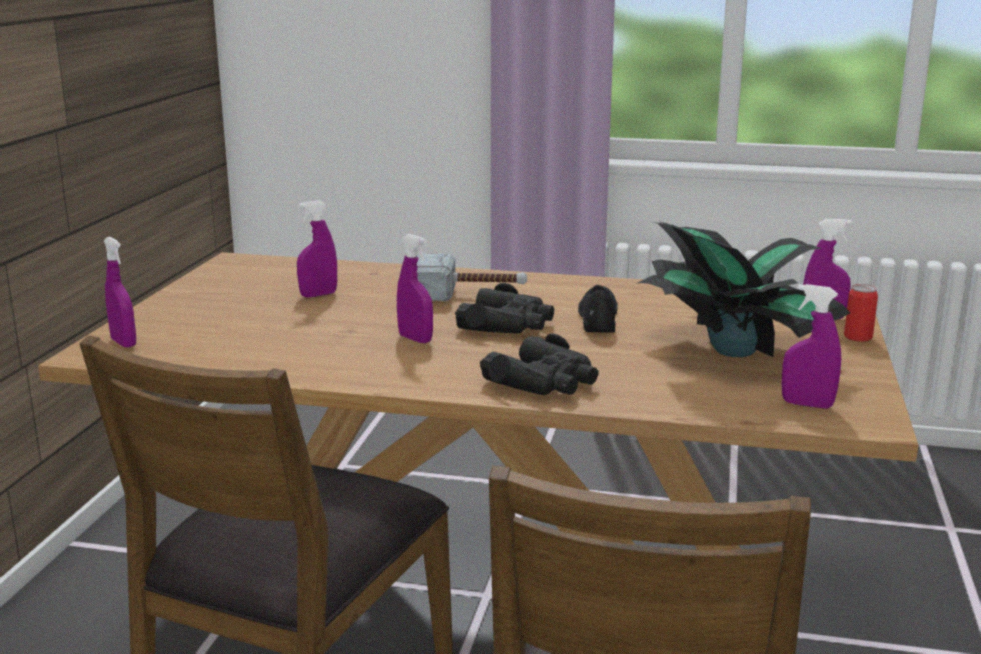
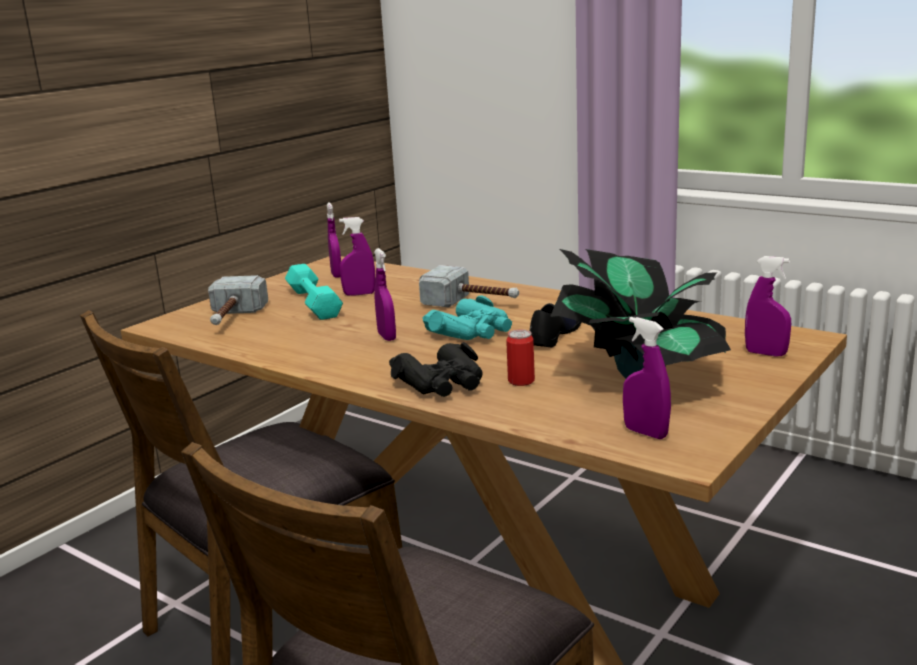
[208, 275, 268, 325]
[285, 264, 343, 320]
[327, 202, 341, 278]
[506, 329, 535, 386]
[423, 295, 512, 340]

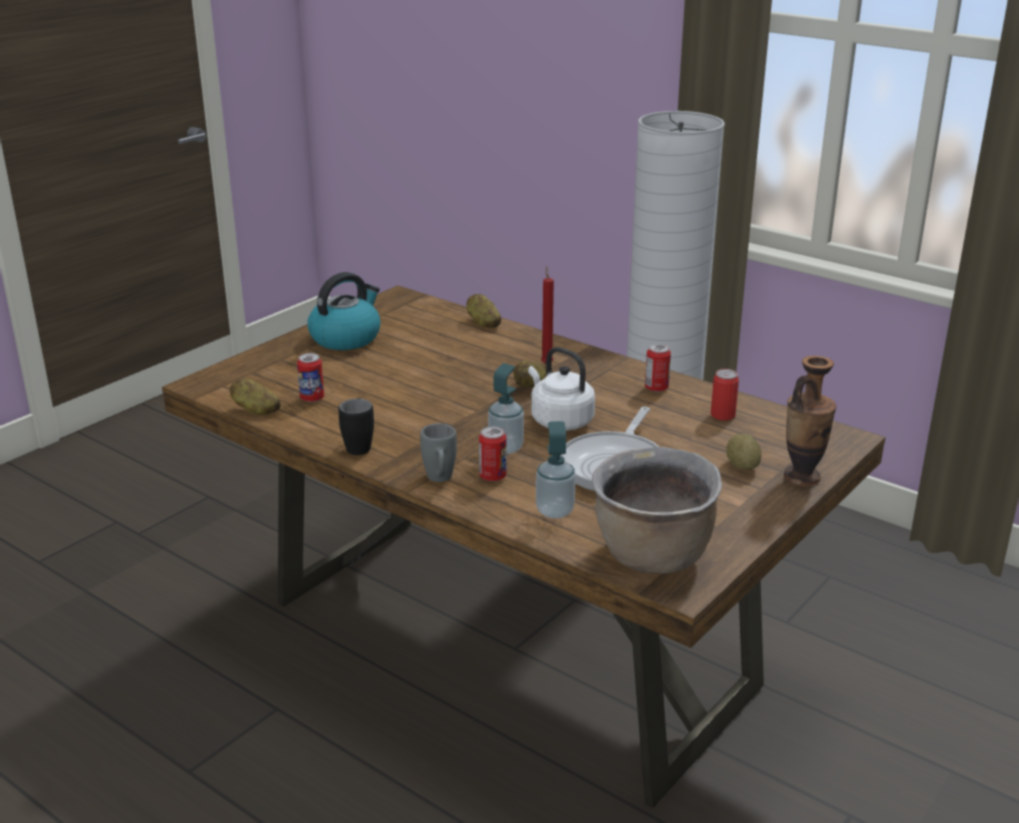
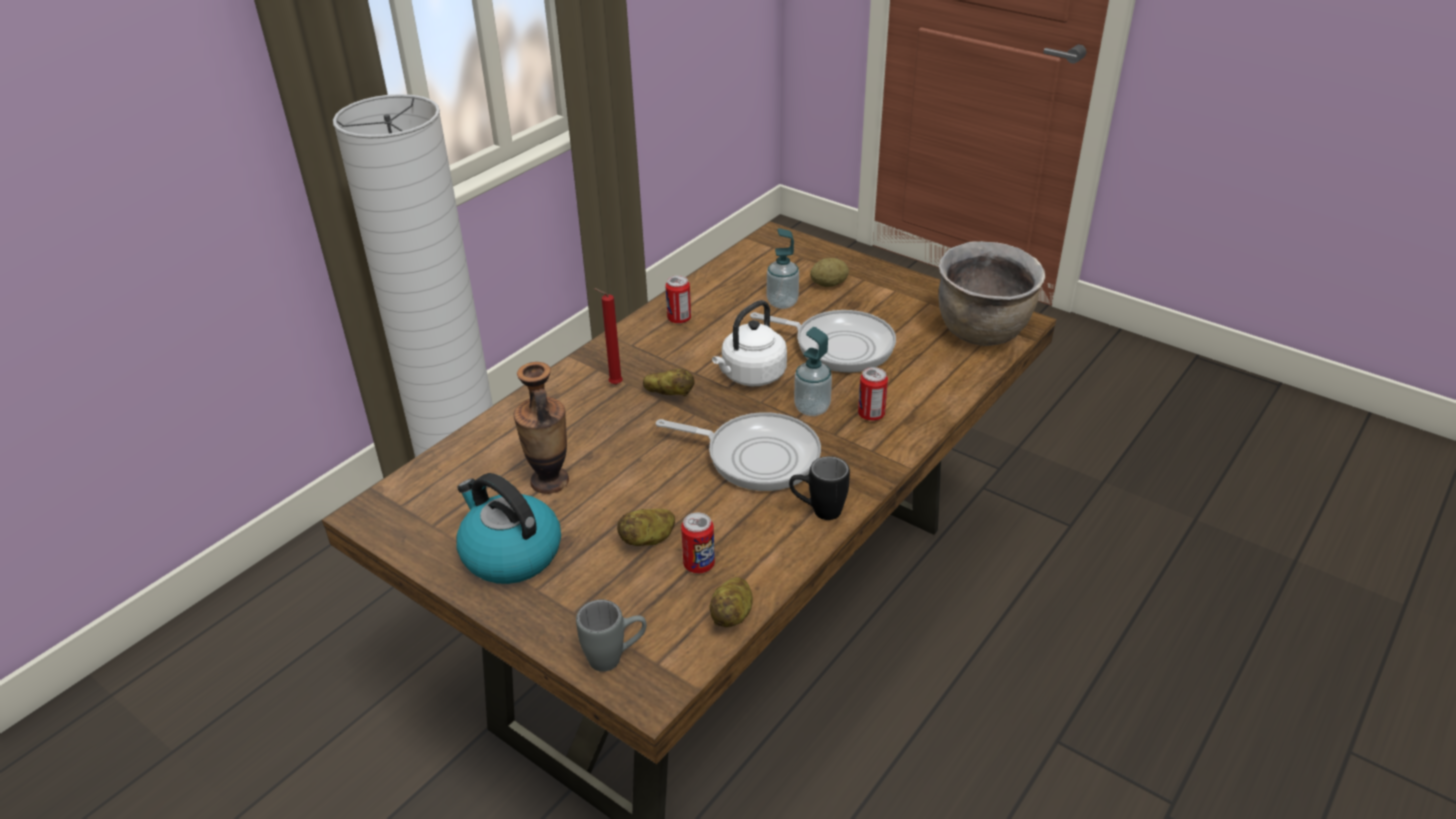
[711, 369, 739, 421] (first image)
[656, 412, 821, 491]
[576, 600, 647, 672]
[617, 509, 675, 546]
[767, 228, 799, 309]
[513, 362, 569, 494]

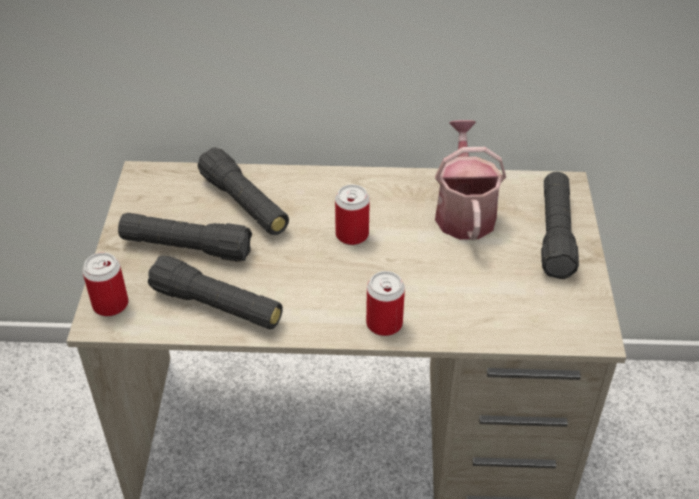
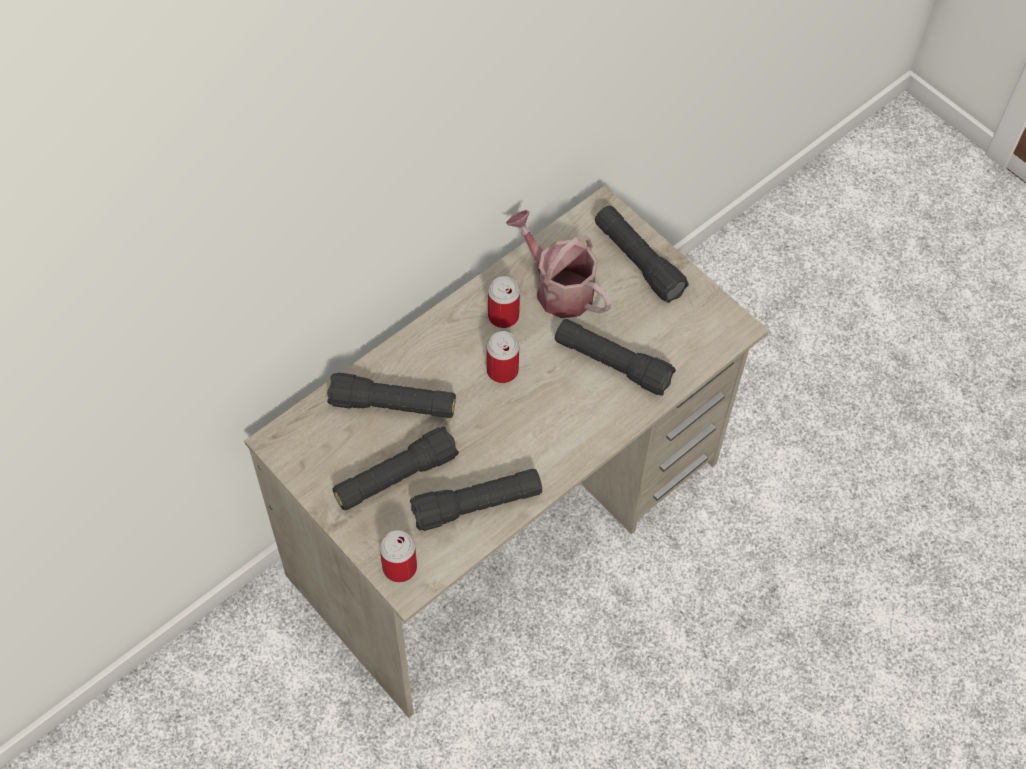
[555, 319, 676, 396]
[488, 276, 520, 328]

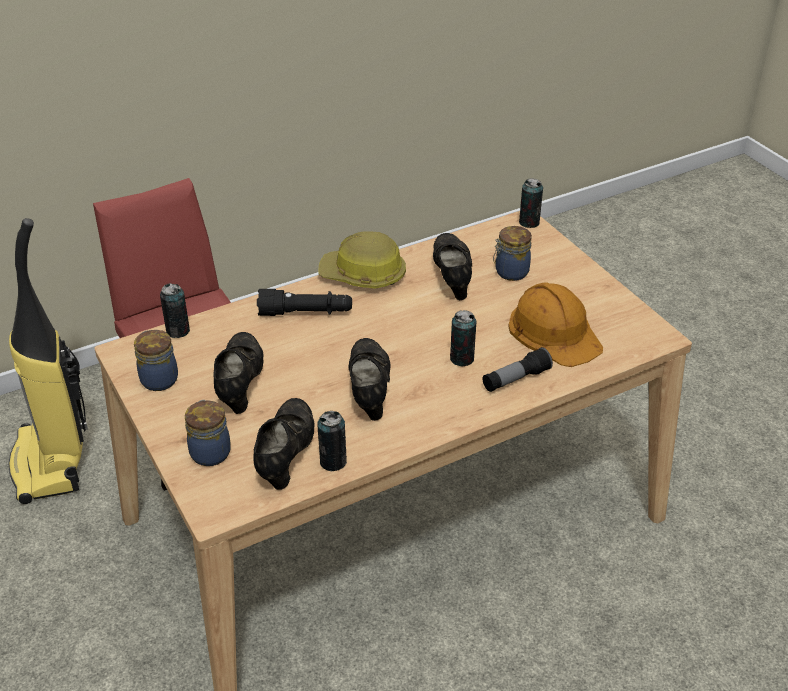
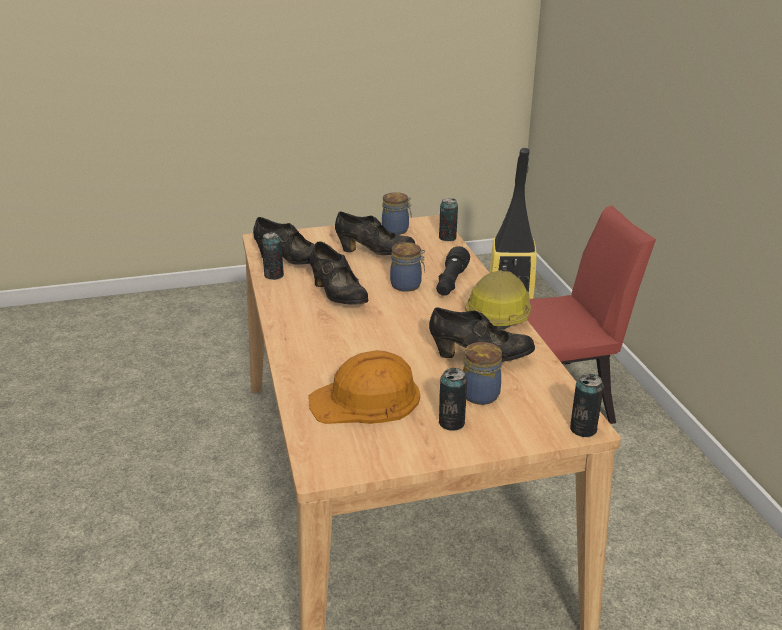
[483, 347, 553, 392] (first image)
[390, 242, 425, 292]
[439, 368, 467, 431]
[310, 241, 368, 305]

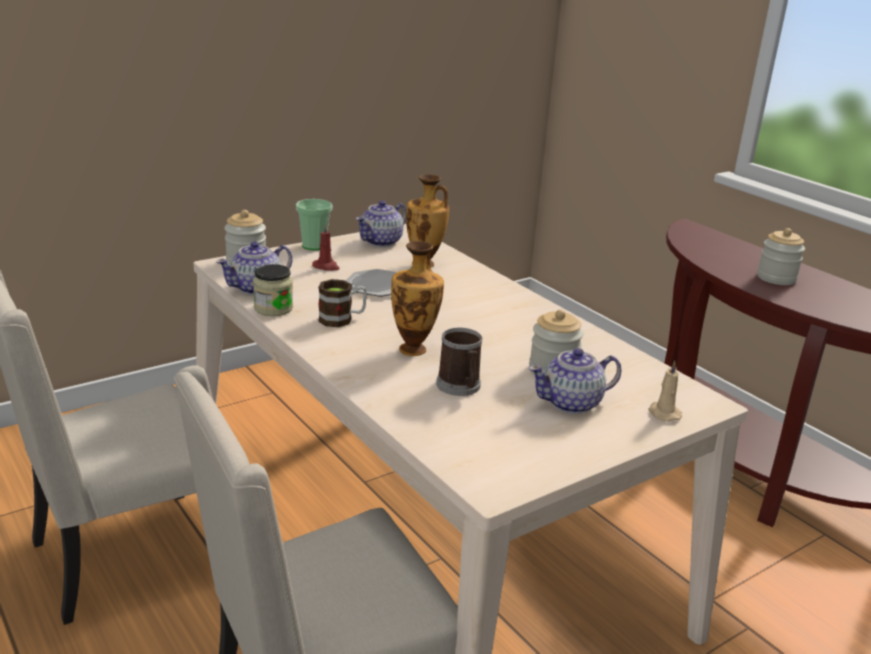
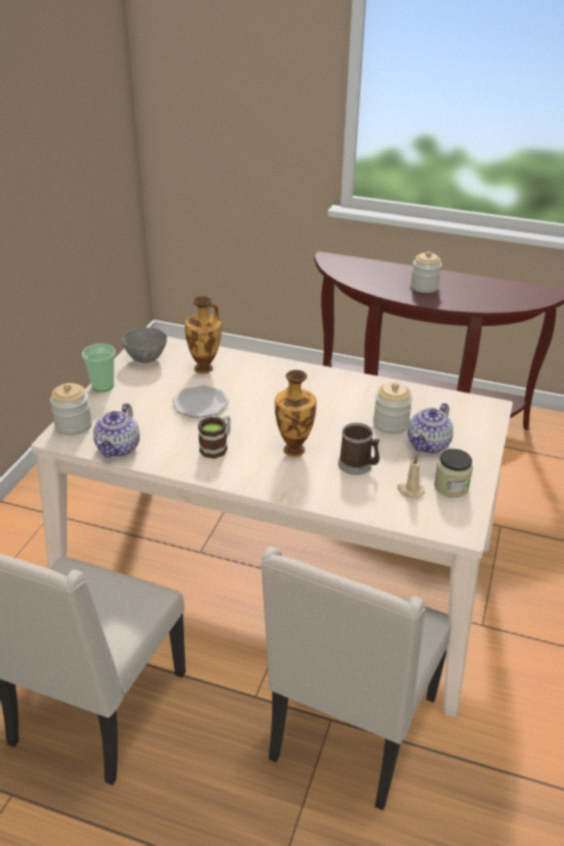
[312, 223, 340, 271] (first image)
[434, 449, 473, 498]
[397, 455, 425, 499]
[122, 327, 167, 363]

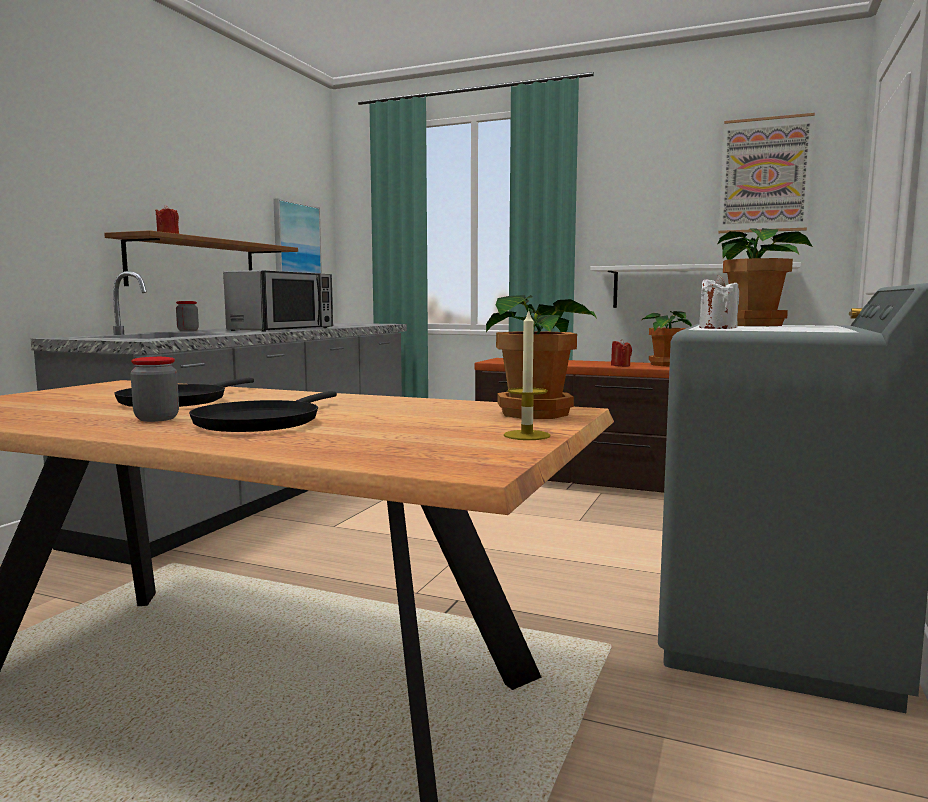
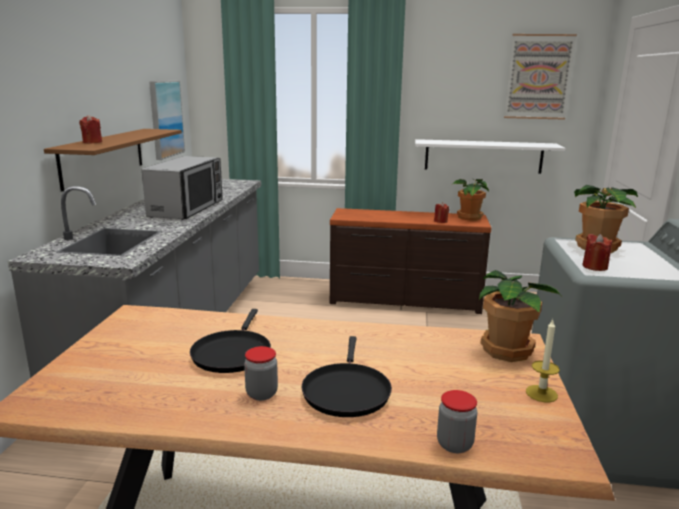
[437, 390, 477, 453]
[582, 234, 613, 271]

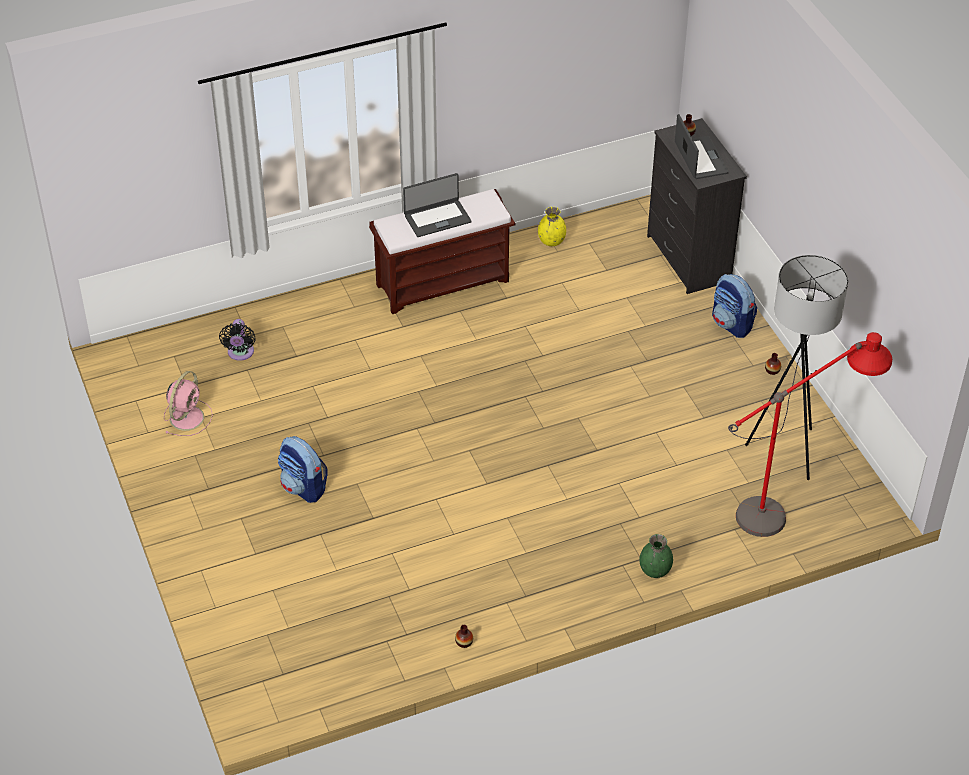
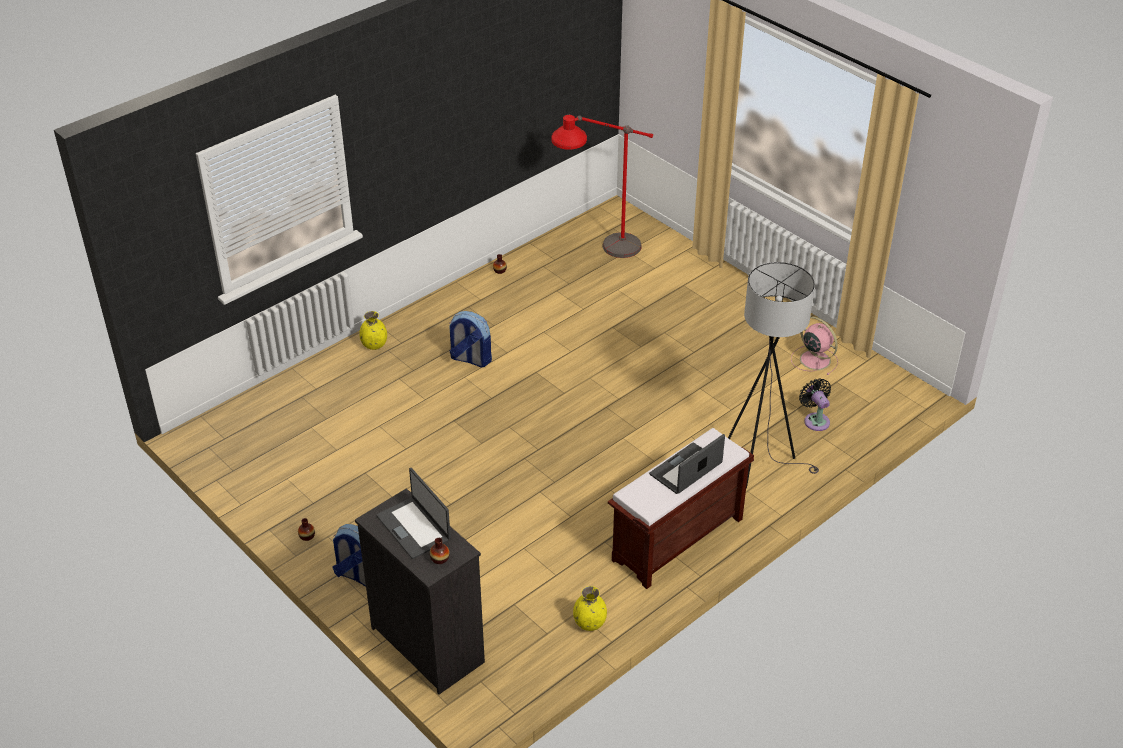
[449, 311, 492, 368]
[728, 262, 819, 488]
[551, 115, 653, 258]
[359, 311, 387, 350]
[791, 317, 838, 375]

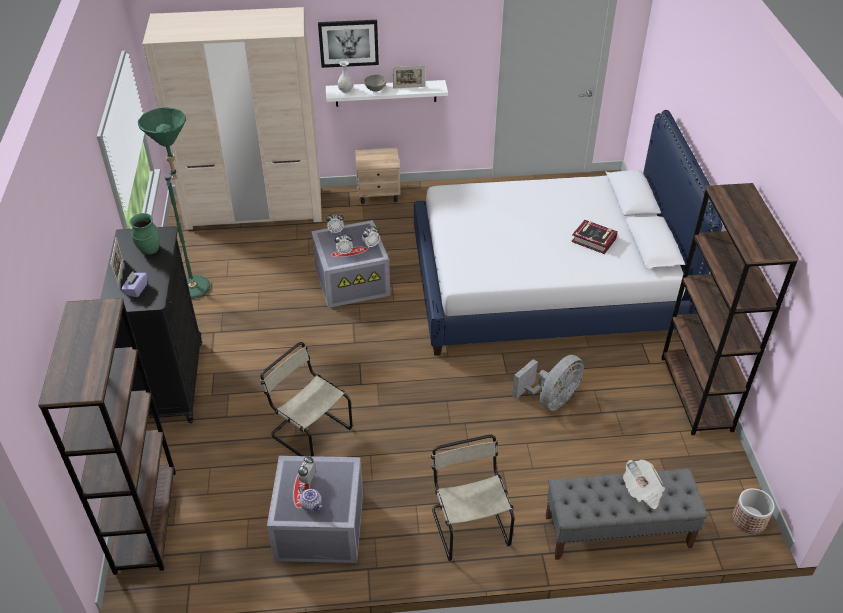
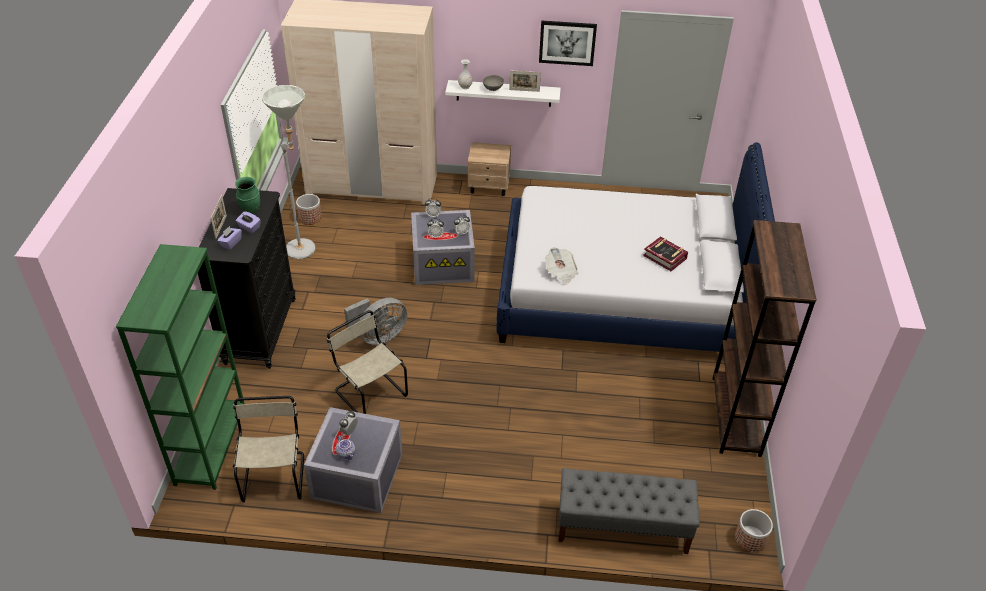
[236, 211, 261, 233]
[296, 194, 322, 225]
[539, 20, 597, 66]
[233, 396, 304, 502]
[344, 298, 407, 345]
[545, 247, 579, 285]
[116, 244, 245, 490]
[262, 85, 315, 259]

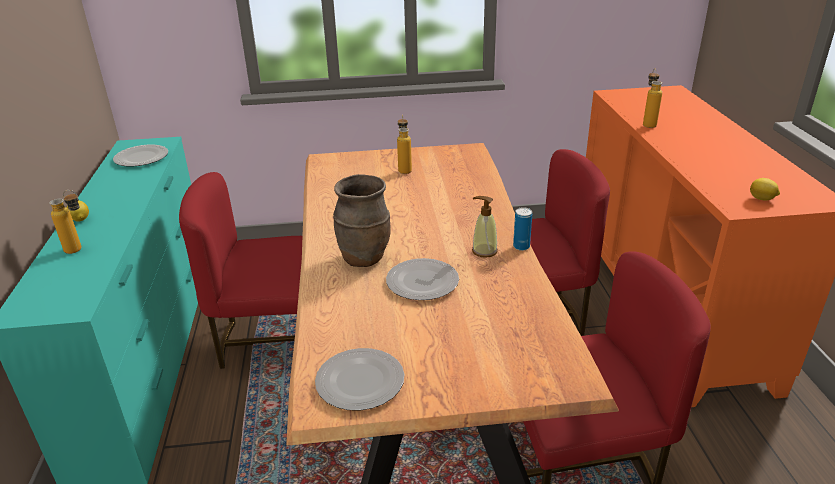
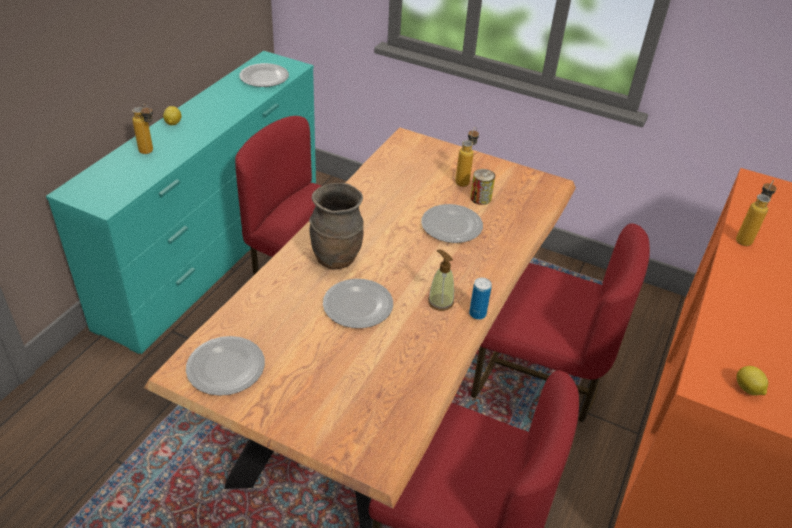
[421, 204, 483, 243]
[470, 169, 495, 205]

